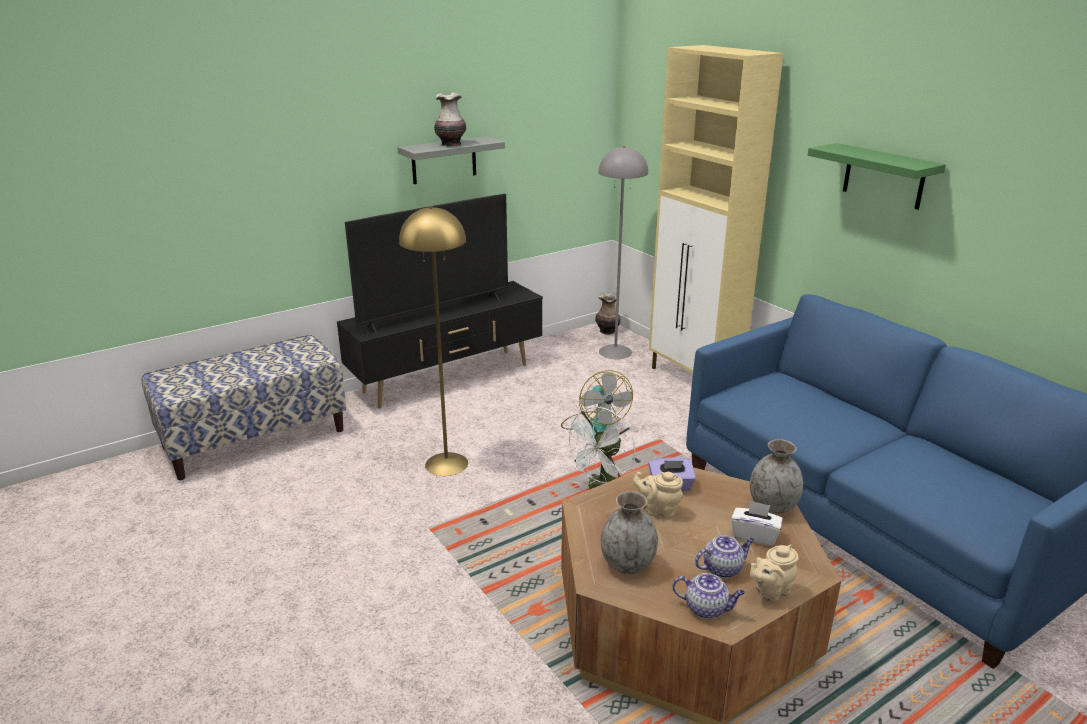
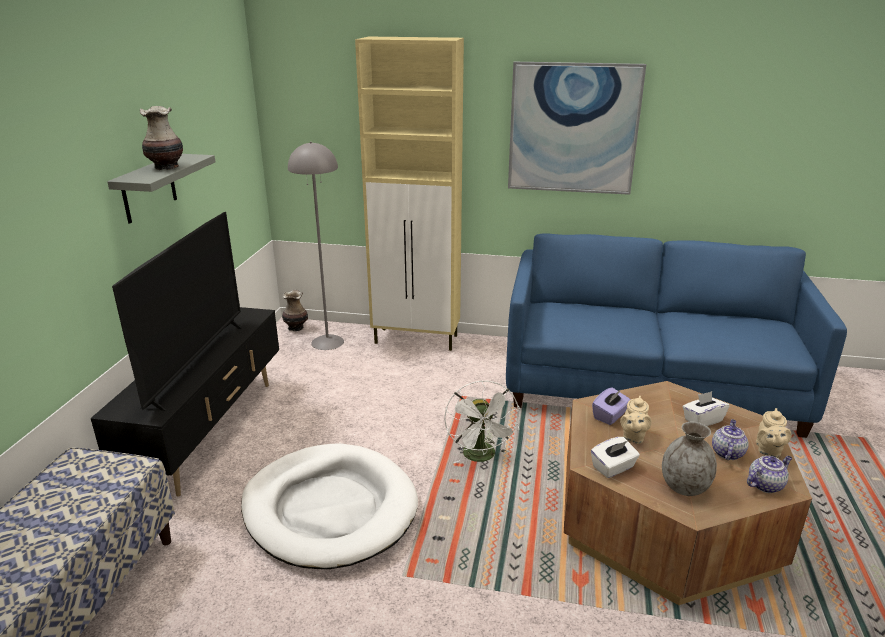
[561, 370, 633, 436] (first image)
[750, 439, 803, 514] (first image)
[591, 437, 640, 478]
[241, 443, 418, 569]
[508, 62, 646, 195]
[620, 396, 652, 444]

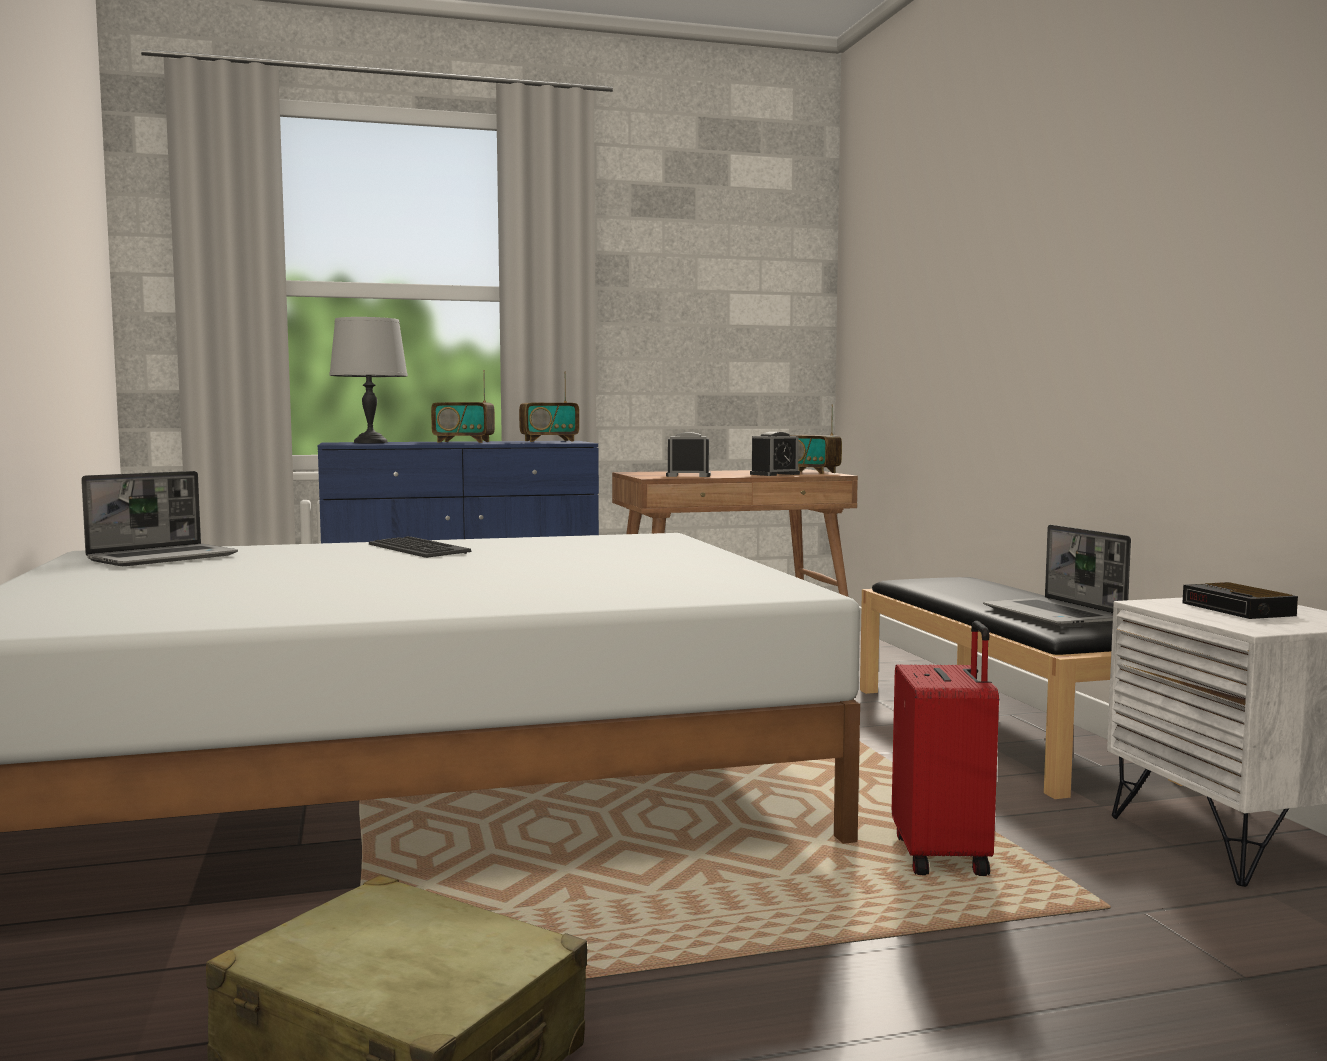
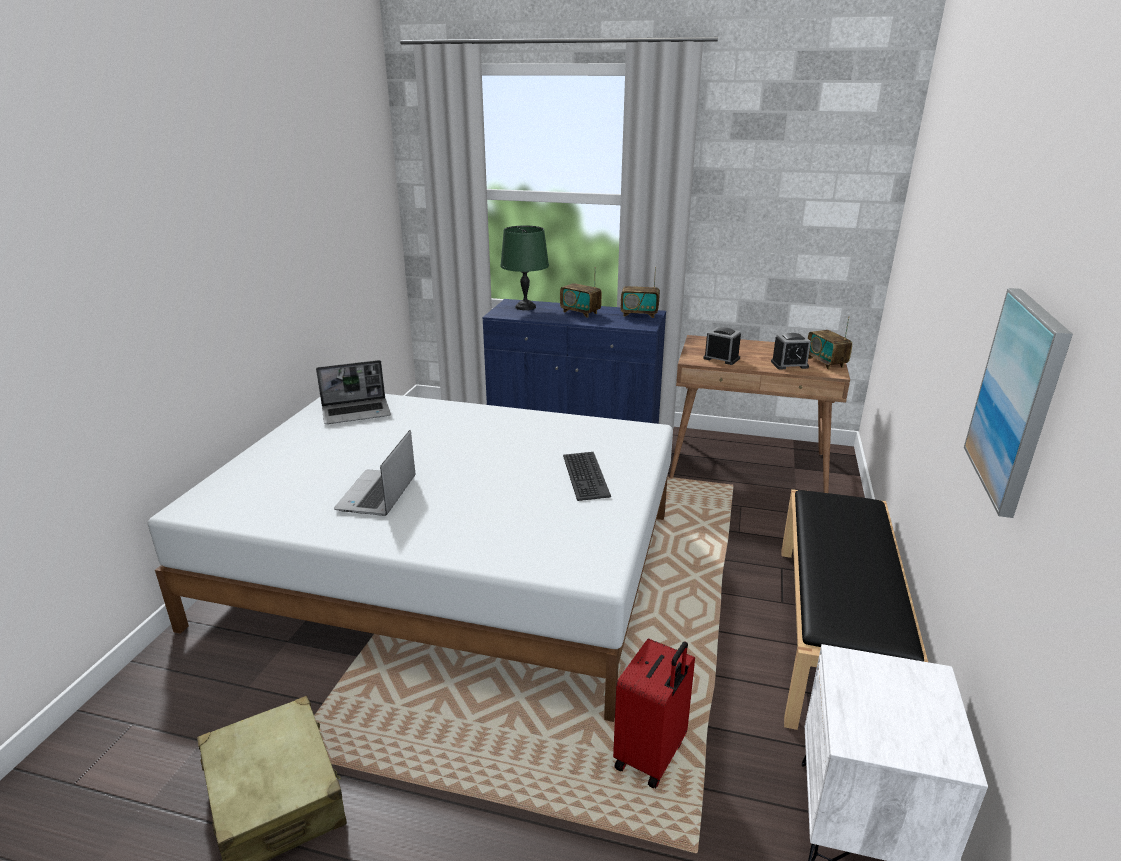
[1183, 582, 1298, 619] (first image)
[964, 288, 1073, 518]
[563, 452, 611, 501]
[334, 430, 415, 516]
[500, 225, 549, 310]

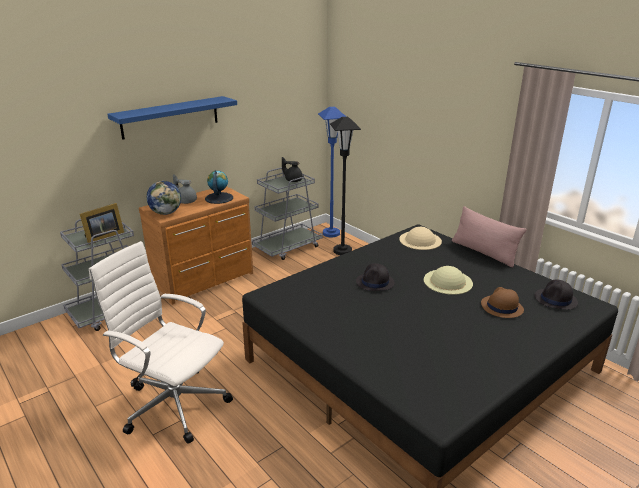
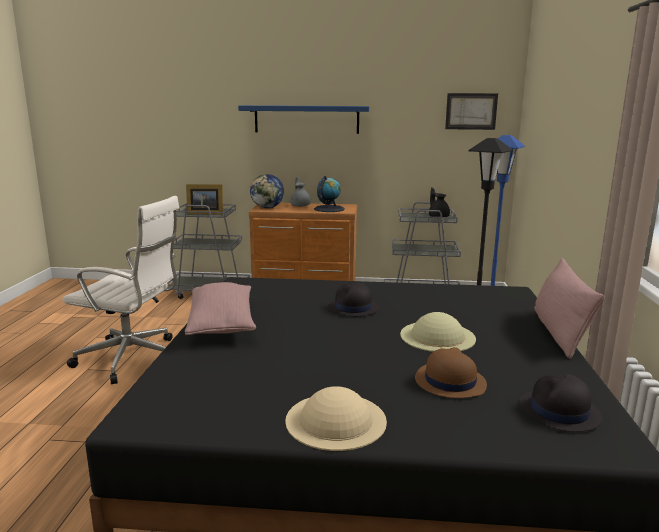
[185, 282, 256, 335]
[445, 93, 498, 130]
[285, 386, 387, 451]
[62, 196, 179, 384]

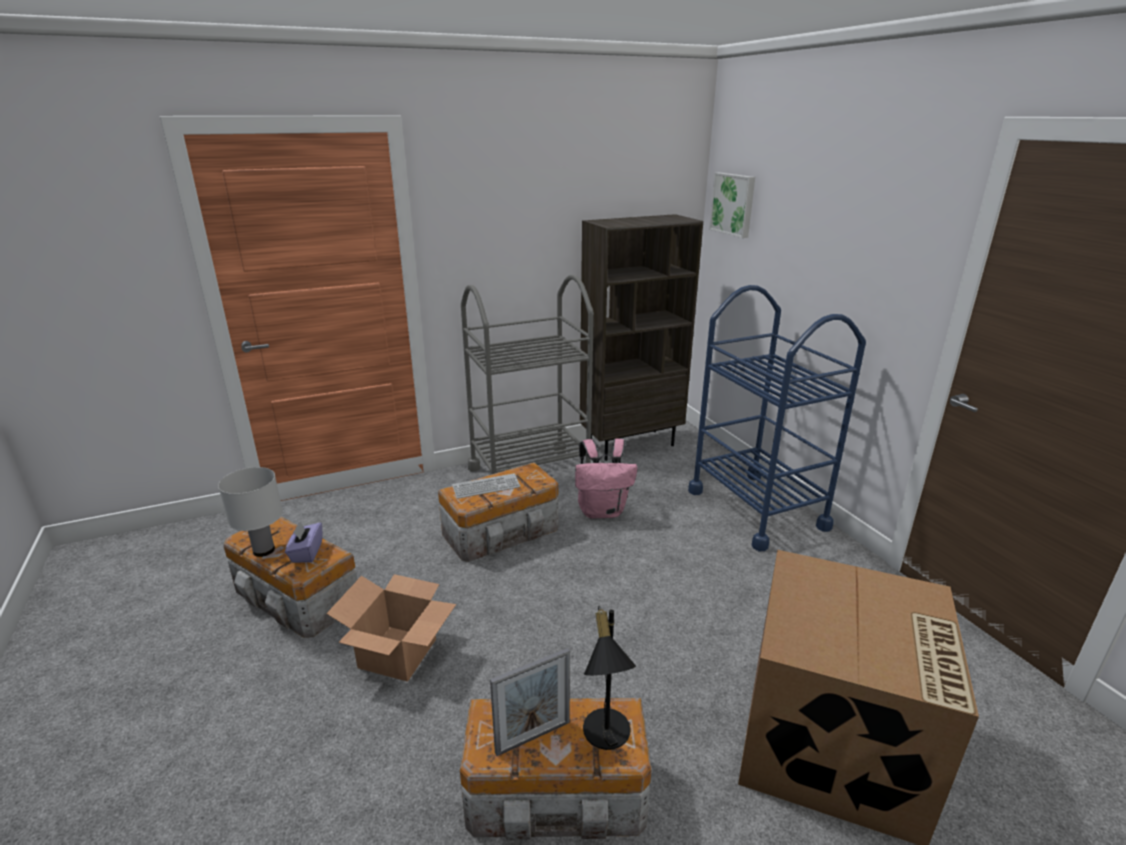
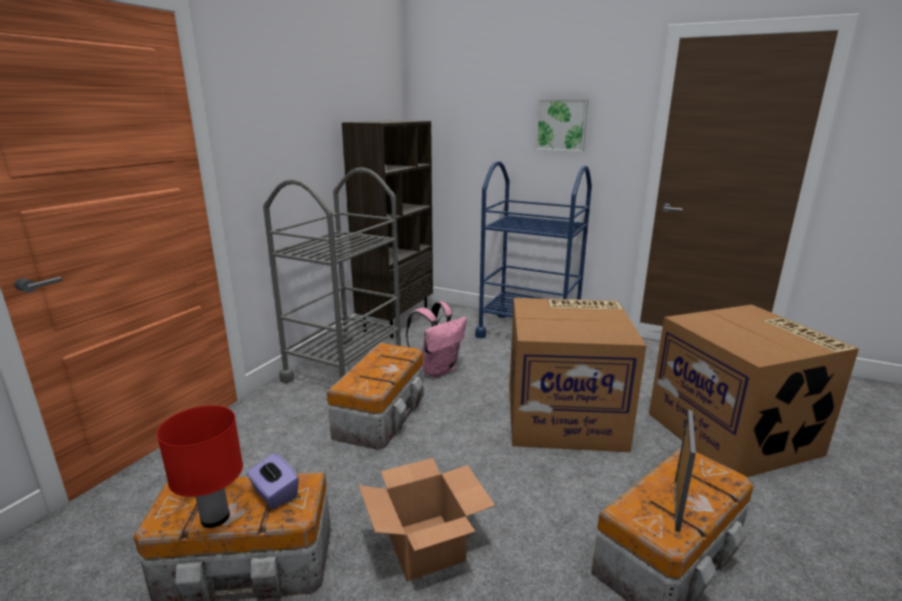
[452, 474, 521, 499] (first image)
[583, 606, 636, 750] (first image)
[509, 298, 647, 452]
[535, 99, 589, 152]
[157, 405, 243, 528]

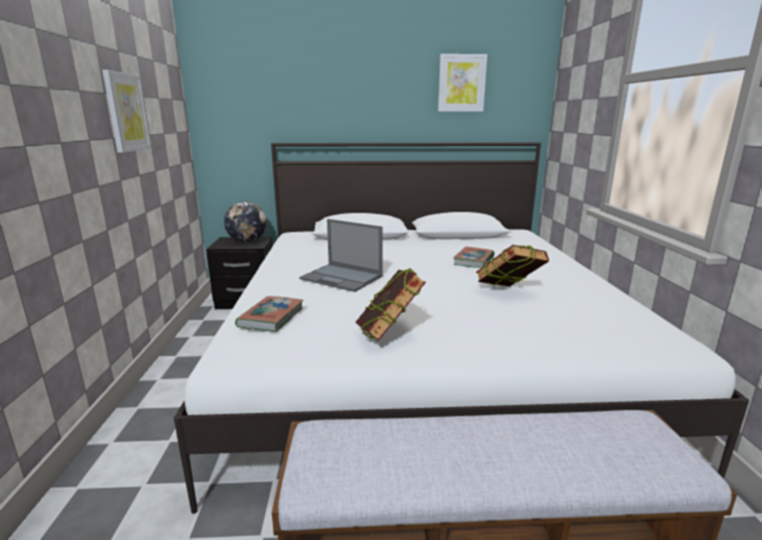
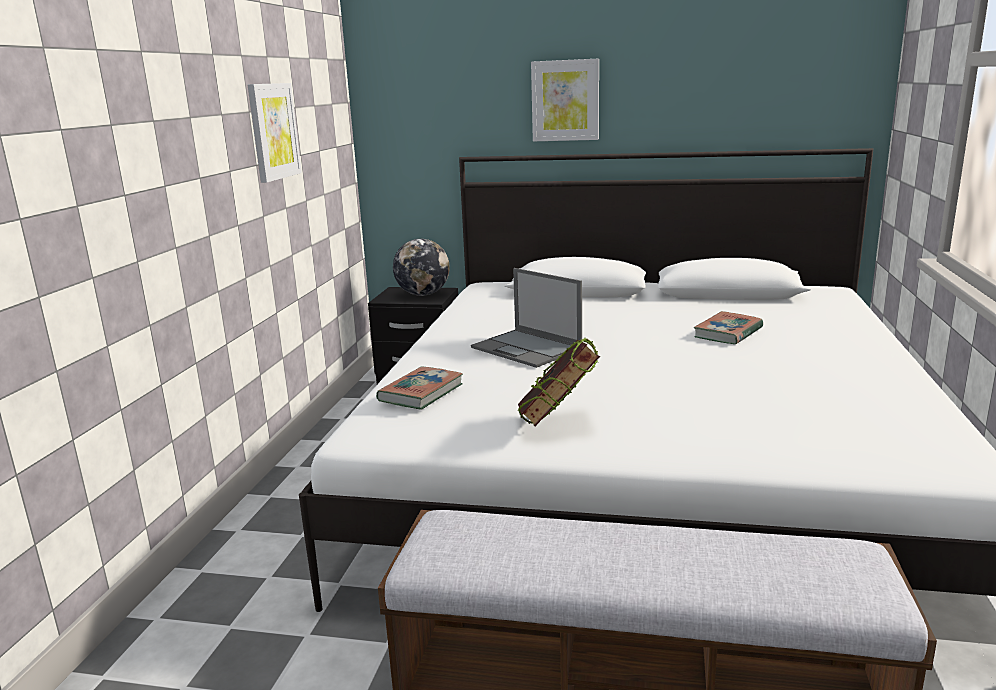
[476, 245, 549, 287] (first image)
[531, 59, 599, 141]

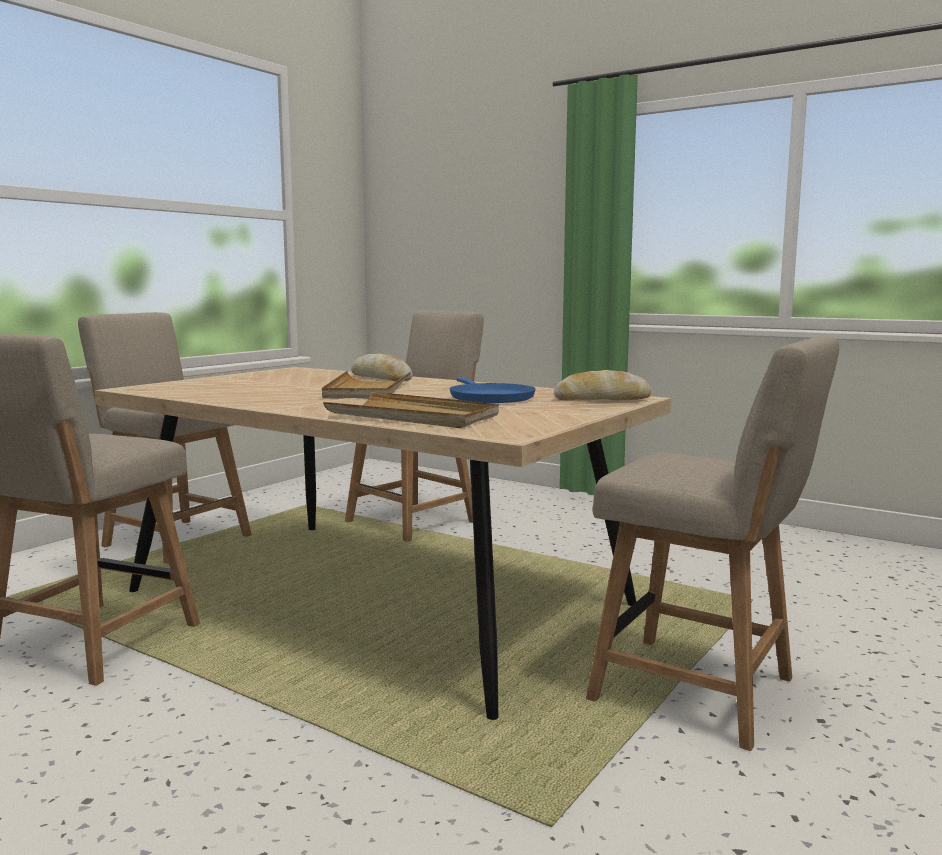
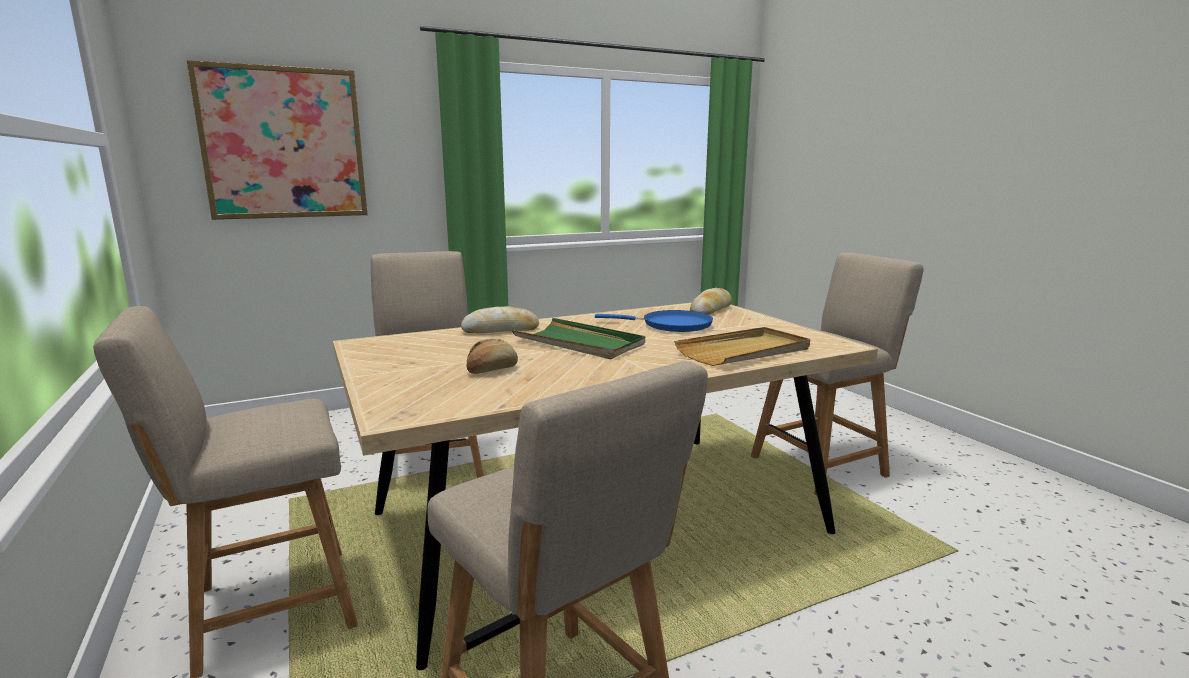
[186, 60, 368, 220]
[467, 339, 518, 374]
[512, 318, 645, 359]

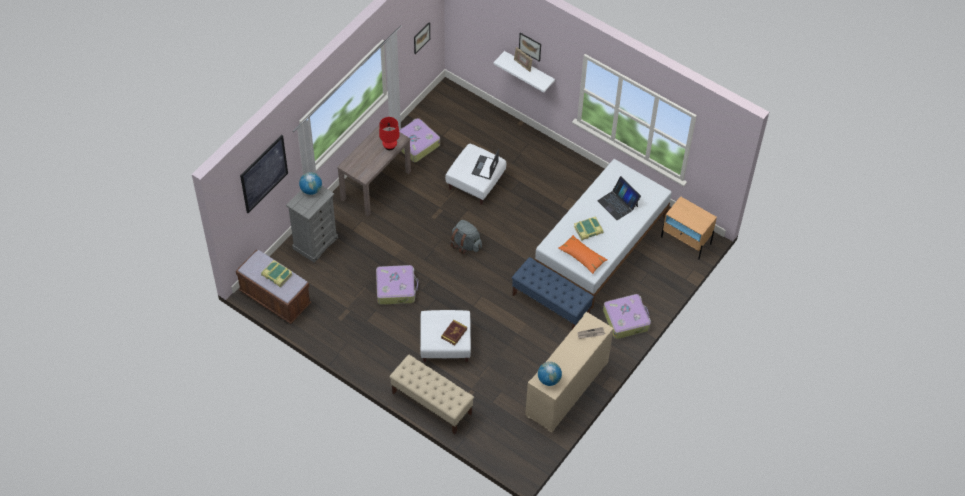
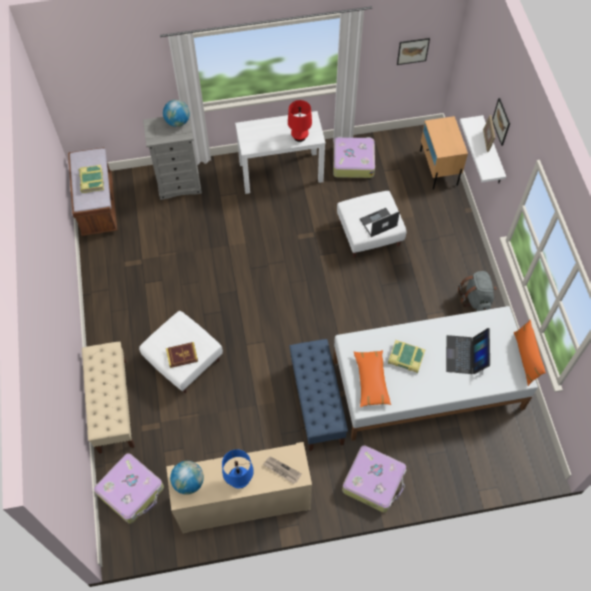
[240, 135, 288, 213] (first image)
[222, 449, 254, 489]
[514, 320, 546, 386]
[94, 453, 164, 524]
[458, 271, 497, 311]
[420, 116, 468, 190]
[235, 111, 326, 194]

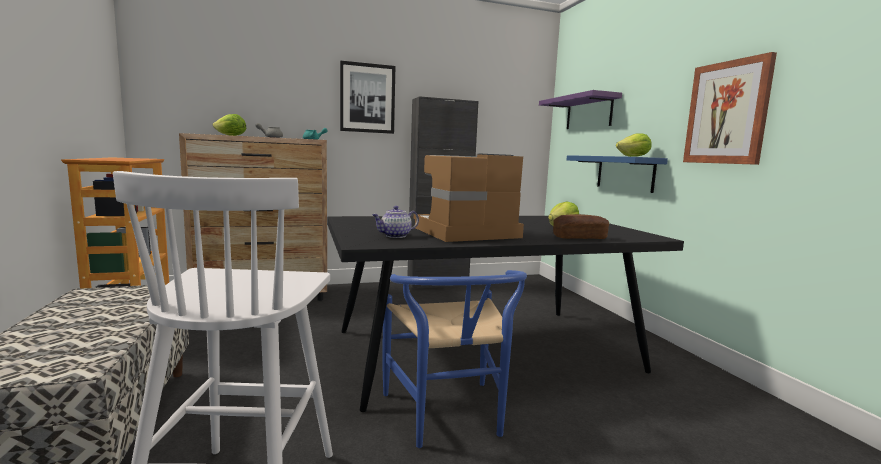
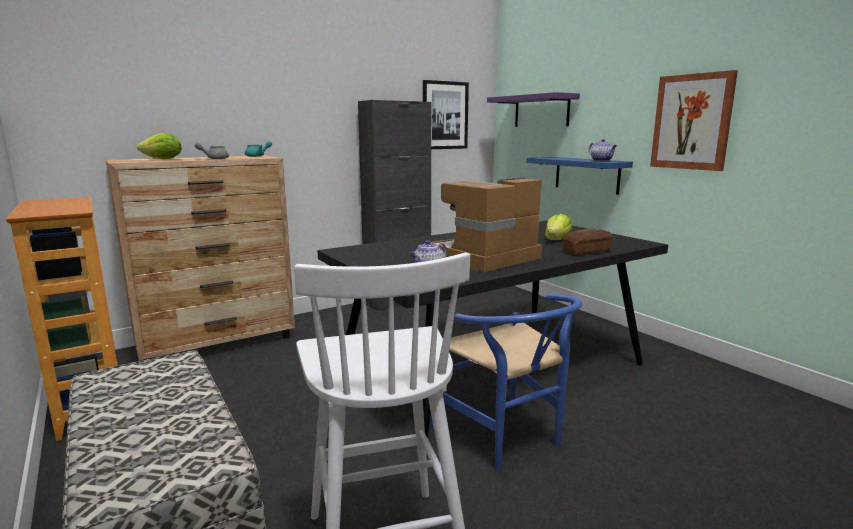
[423, 80, 469, 149]
[589, 139, 617, 161]

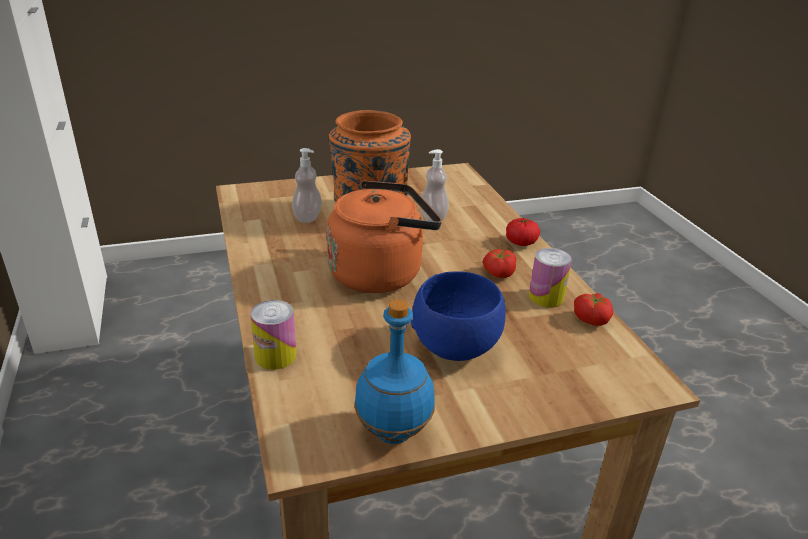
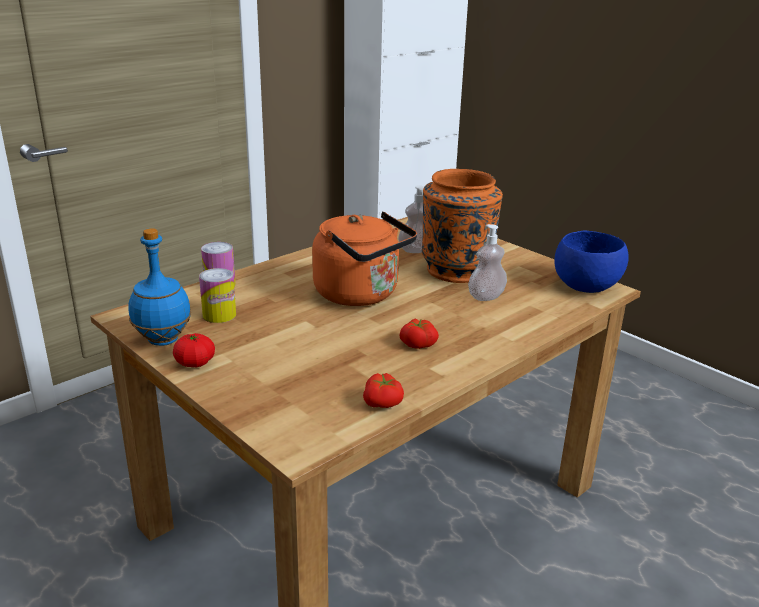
[554, 230, 629, 293]
[173, 333, 215, 367]
[199, 268, 236, 323]

